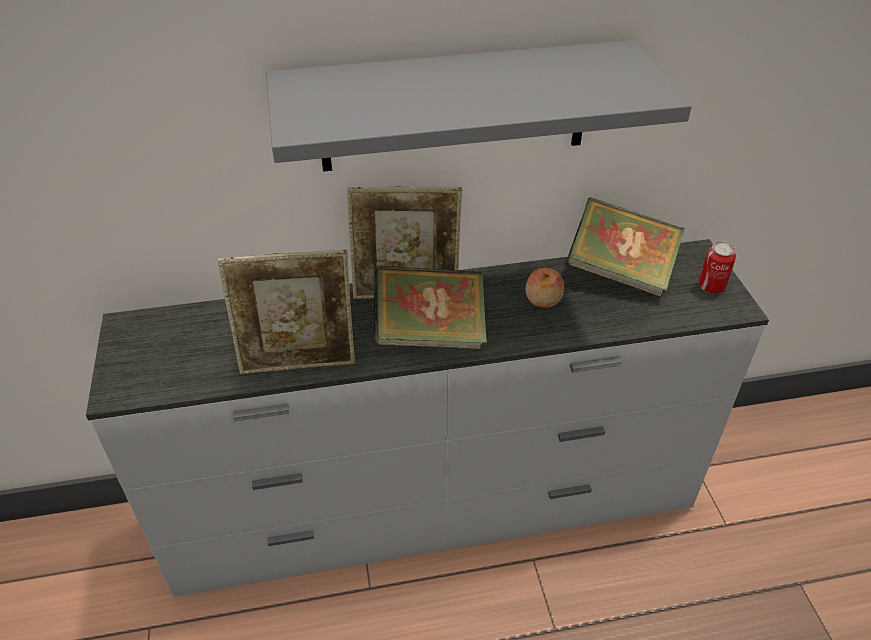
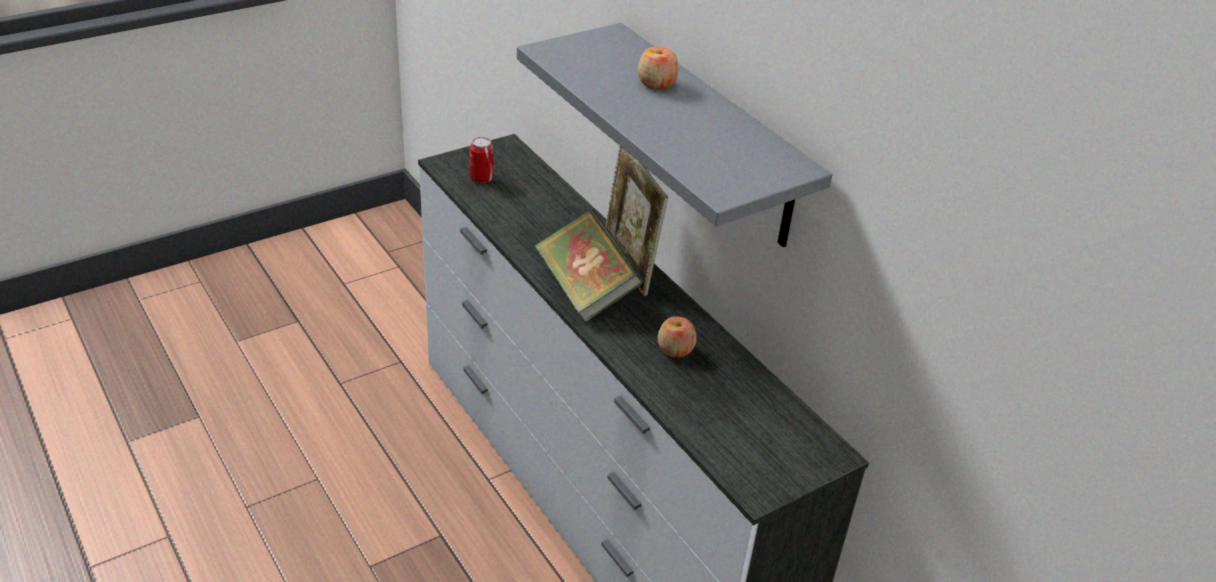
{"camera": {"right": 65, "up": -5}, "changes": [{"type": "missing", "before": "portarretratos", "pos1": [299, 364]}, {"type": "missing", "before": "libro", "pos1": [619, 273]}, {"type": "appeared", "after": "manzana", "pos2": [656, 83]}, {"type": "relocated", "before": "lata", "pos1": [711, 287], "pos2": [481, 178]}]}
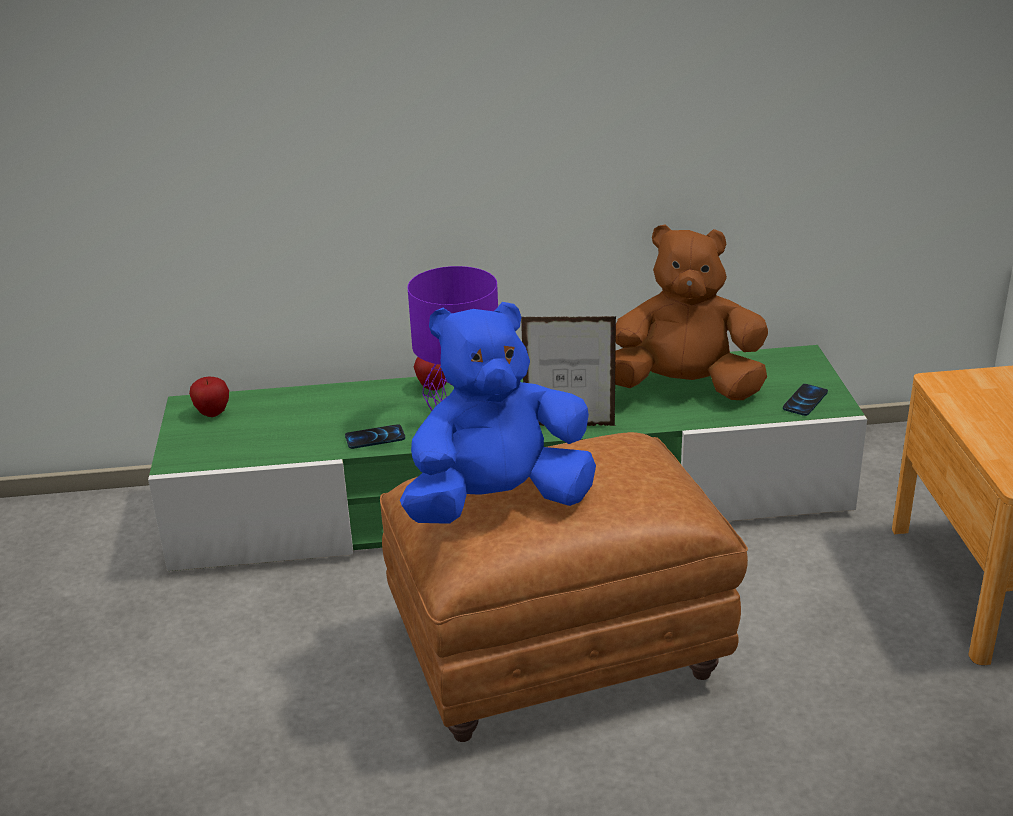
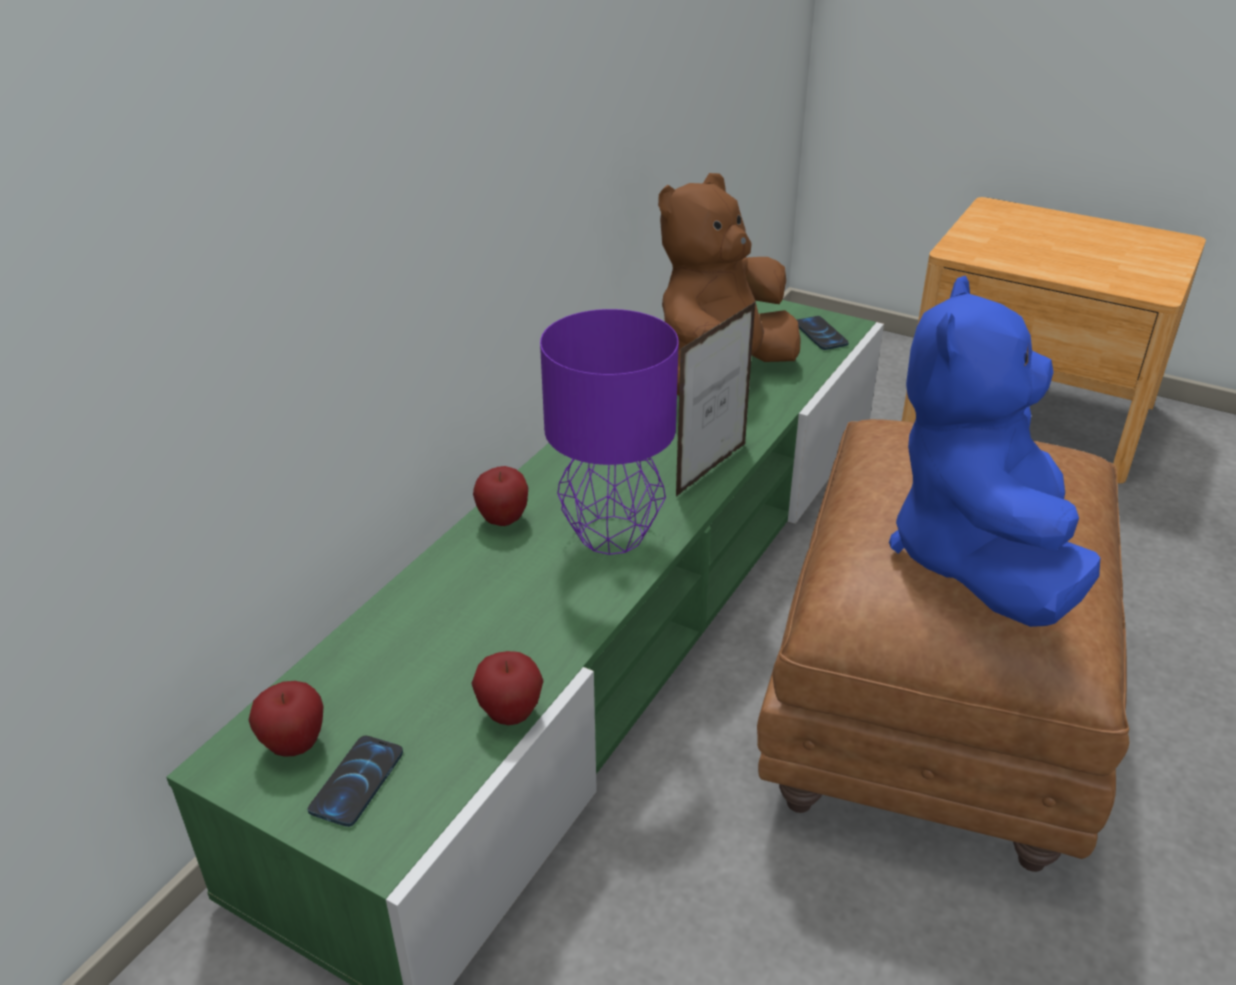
{"camera": {"right": -55, "up": 5}, "changes": [{"type": "appeared", "after": "manzana", "pos2": [510, 714]}, {"type": "relocated", "before": "móvil", "pos1": [375, 438], "pos2": [357, 781]}]}
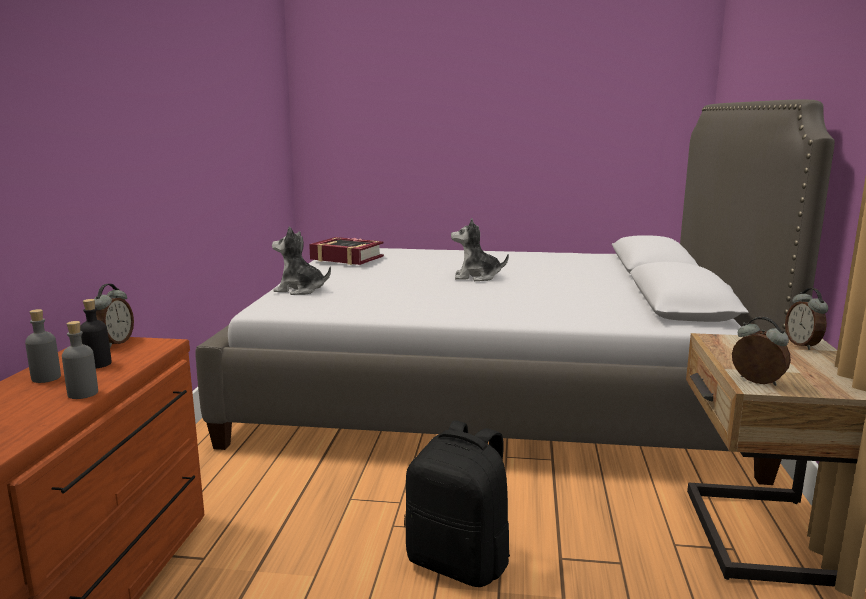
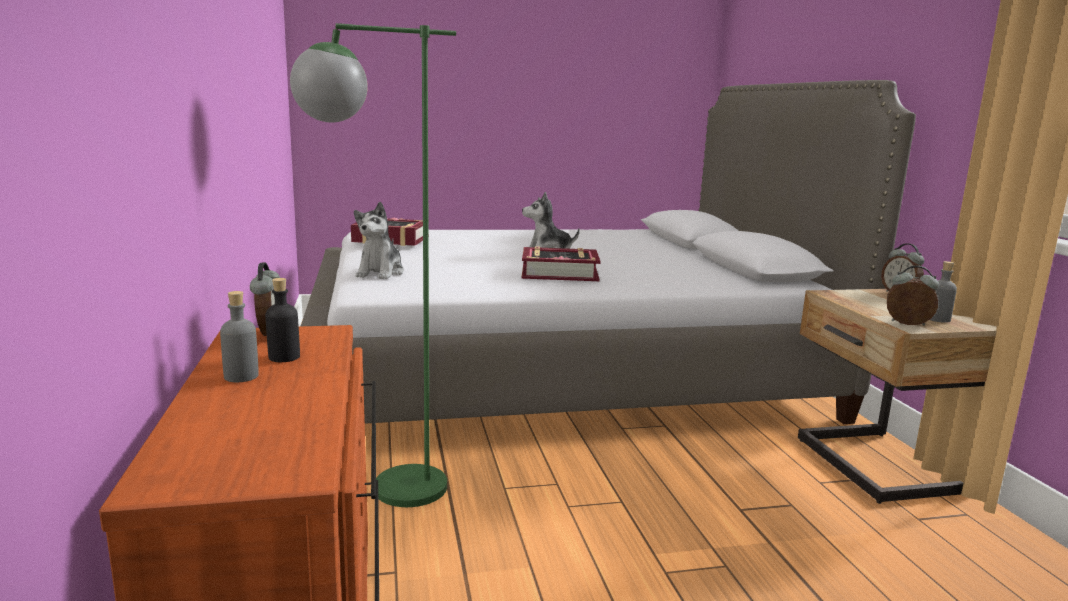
{"camera": {"right": -20, "up": 0}, "changes": [{"type": "missing", "before": "mochila [negro]", "pos1": [460, 562]}, {"type": "appeared", "after": "lámpara de pie [verde]", "pos2": [383, 491]}, {"type": "appeared", "after": "libro", "pos2": [559, 273]}, {"type": "relocated", "before": "botella [gris]", "pos1": [83, 393], "pos2": [938, 319]}, {"type": "spun", "before": "peluche", "pos1": [300, 290], "pos2": [381, 273], "turn": -75}]}
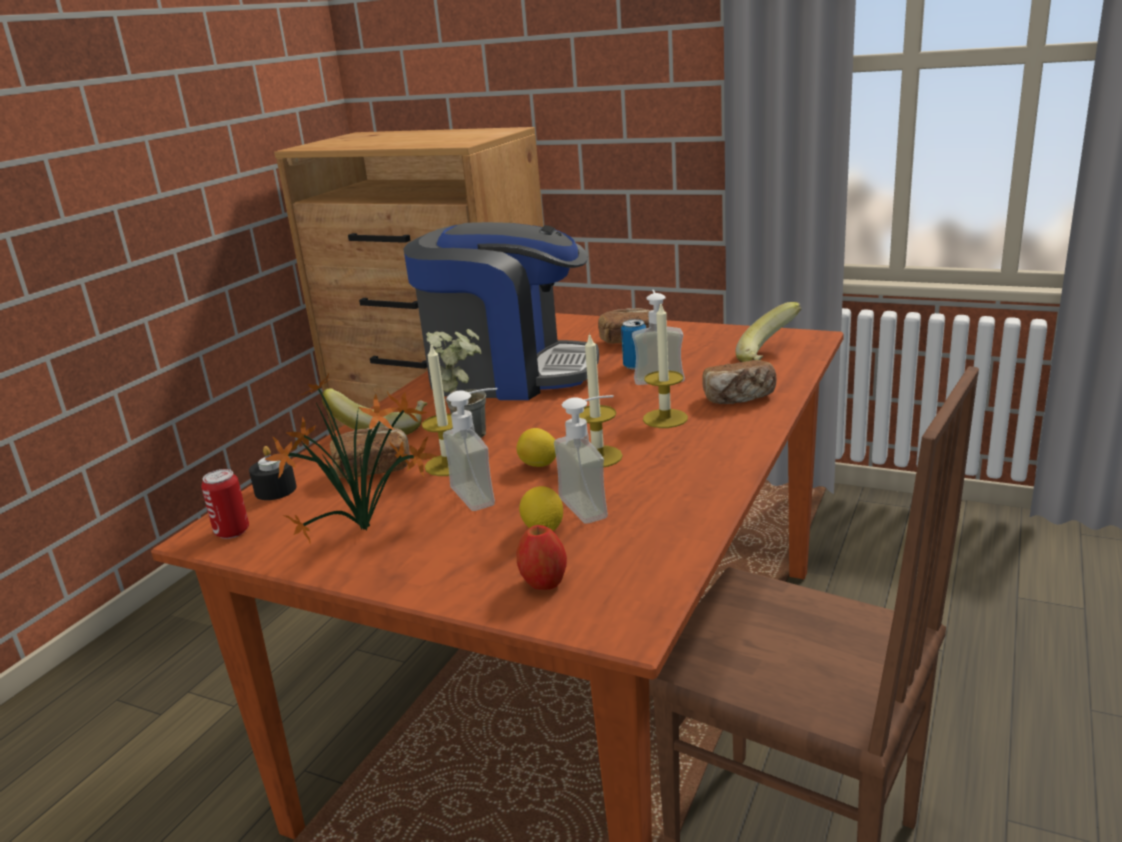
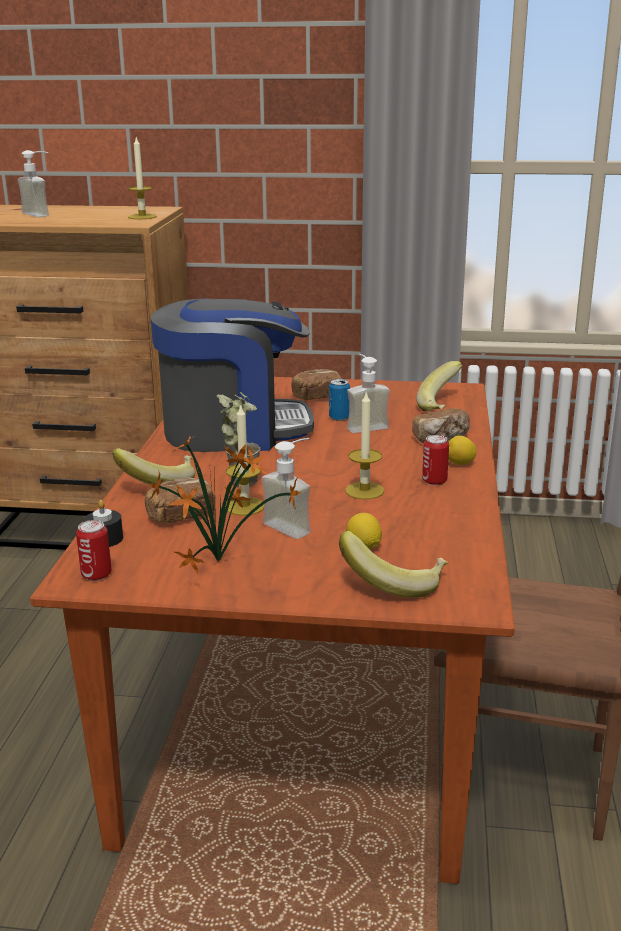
{"camera": {"right": -20, "up": 0}, "changes": [{"type": "appeared", "after": "lata", "pos2": [434, 481]}, {"type": "relocated", "before": "limón", "pos1": [539, 465], "pos2": [460, 464]}, {"type": "relocated", "before": "dispensador de jabón", "pos1": [595, 504], "pos2": [42, 214]}, {"type": "relocated", "before": "vela", "pos1": [665, 418], "pos2": [142, 217]}, {"type": "exchanged", "before": "manzana", "after": "plátano", "pos1": [543, 583], "pos2": [394, 583]}]}
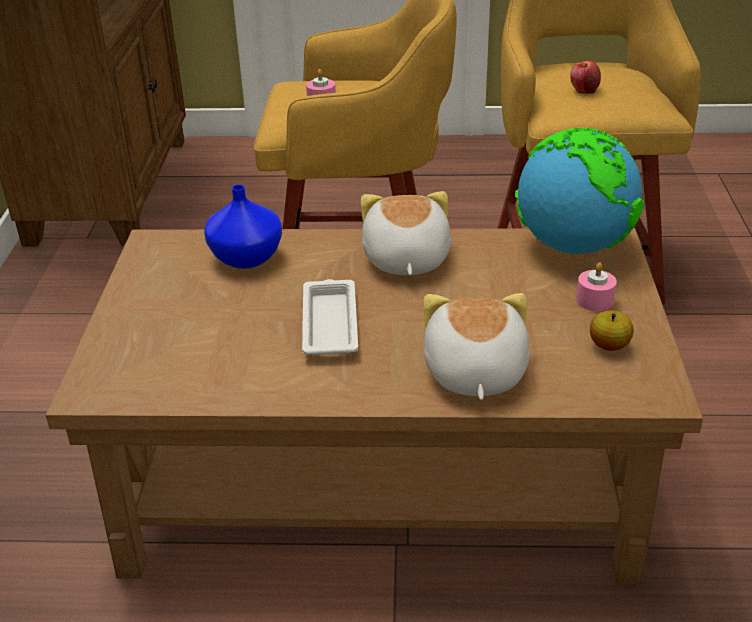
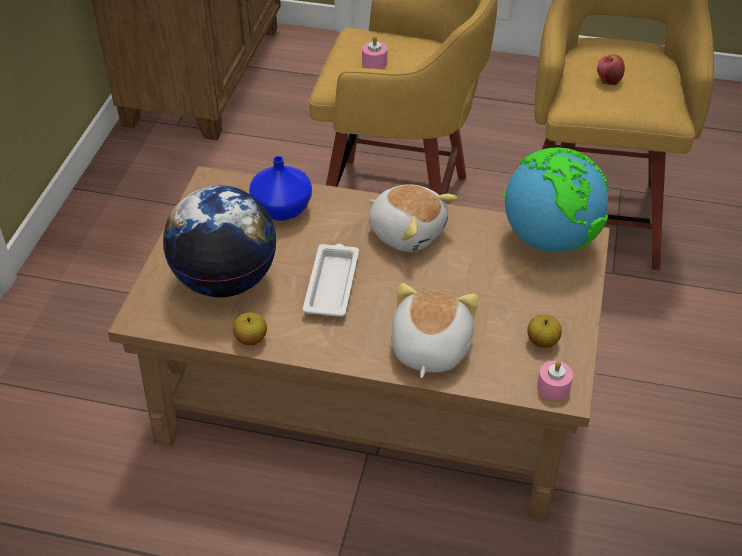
{"camera": {"right": 10, "up": 10}, "changes": [{"type": "appeared", "after": "globo terráqueo", "pos2": [225, 280]}, {"type": "appeared", "after": "manzana", "pos2": [251, 339]}, {"type": "relocated", "before": "vela [rosa]", "pos1": [594, 300], "pos2": [553, 387]}, {"type": "spun", "before": "peluche", "pos1": [405, 260], "pos2": [407, 231], "turn": 120}]}
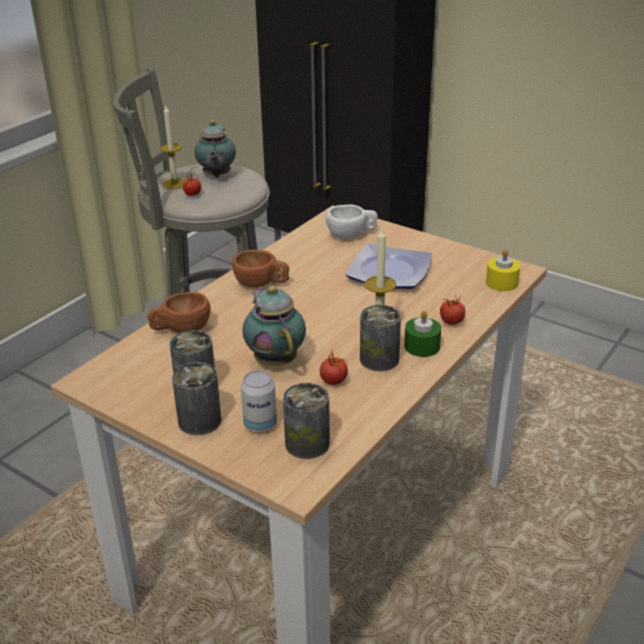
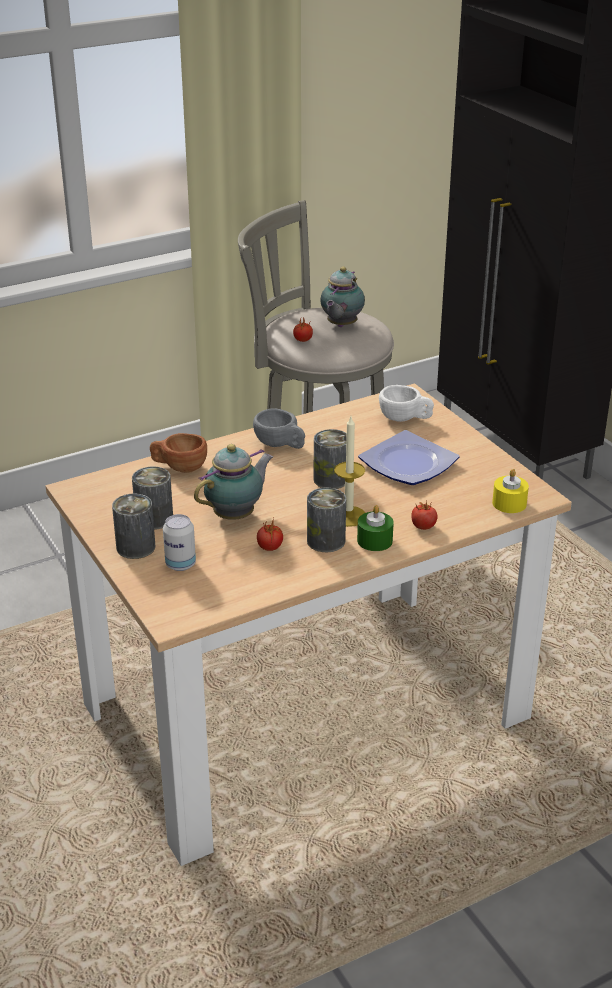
{"camera": {"right": 25, "up": 0}, "changes": [{"type": "missing", "before": "vela", "pos1": [174, 184]}, {"type": "relocated", "before": "lata", "pos1": [307, 443], "pos2": [331, 479]}, {"type": "colour", "before": "taza [marrón]", "after": "taza [gris]", "pos1": [261, 284], "pos2": [280, 445]}, {"type": "spun", "before": "tetera", "pos1": [275, 359], "pos2": [236, 515], "turn": 45}]}
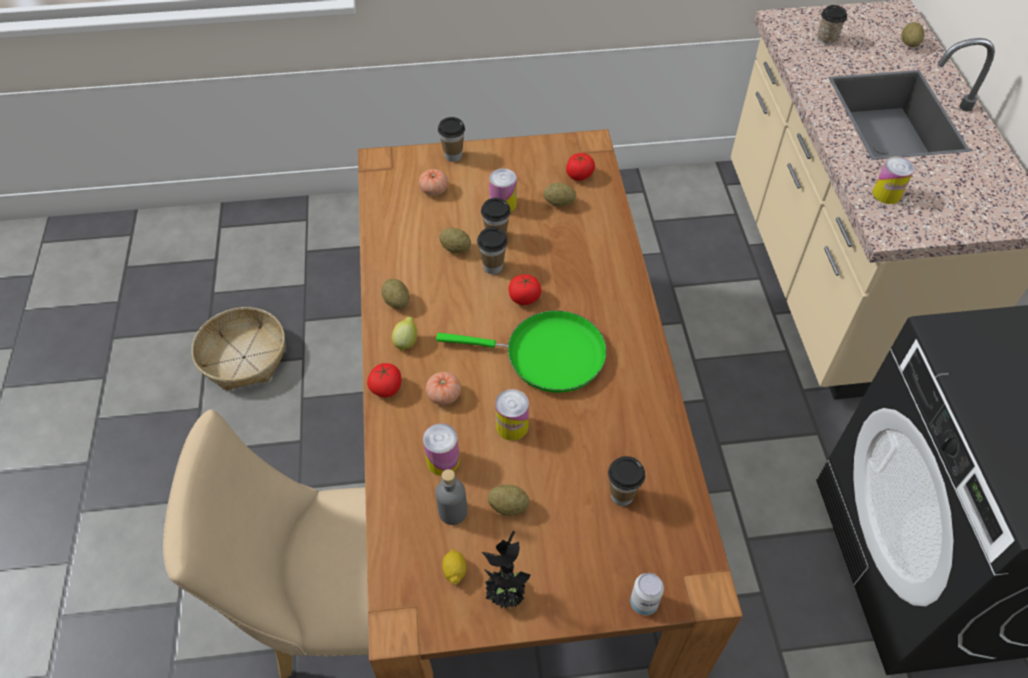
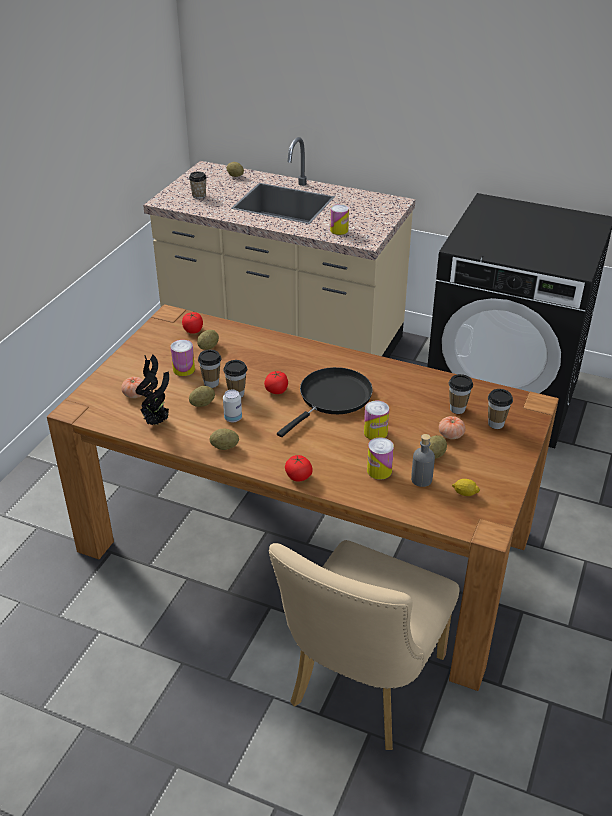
{"camera": {"right": -60, "up": -15}, "changes": [{"type": "missing", "before": "cesta", "pos1": [243, 357]}, {"type": "missing", "before": "limón", "pos1": [406, 342]}, {"type": "relocated", "before": "tomate", "pos1": [444, 395], "pos2": [451, 435]}, {"type": "relocated", "before": "taza", "pos1": [453, 156], "pos2": [496, 424]}, {"type": "relocated", "before": "planta en maceta", "pos1": [507, 595], "pos2": [157, 422]}, {"type": "relocated", "before": "lata", "pos1": [644, 603], "pos2": [233, 418]}, {"type": "colour", "before": "sartén [verde]", "after": "sartén [negro]", "pos1": [547, 355], "pos2": [332, 398]}]}
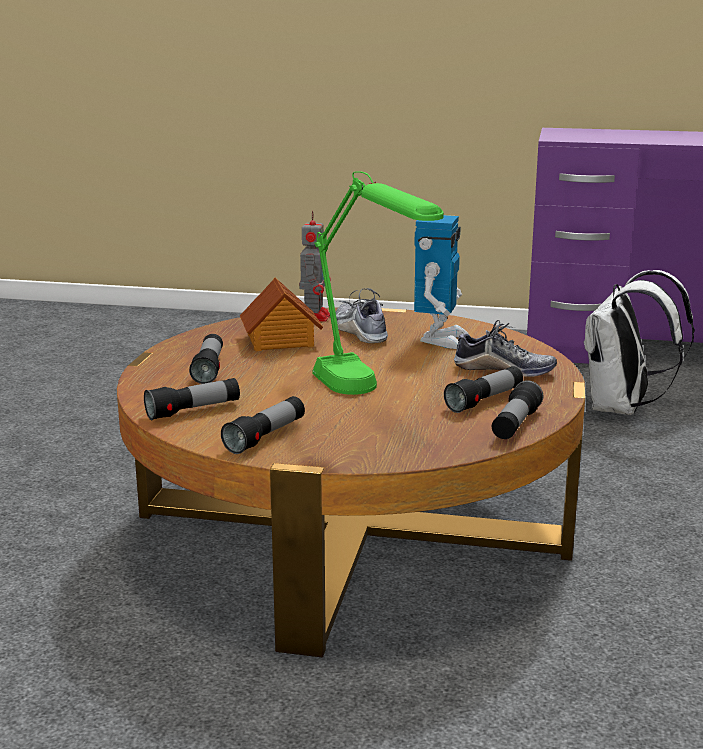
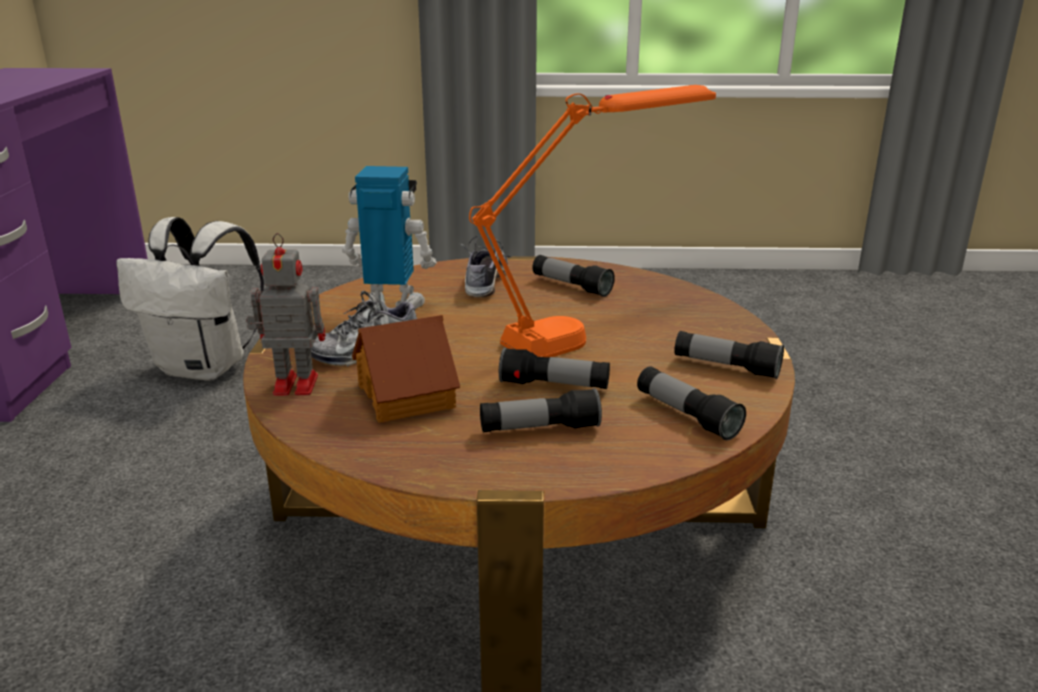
{"camera": {"right": -100, "up": 5}, "changes": [{"type": "relocated", "before": "linterna", "pos1": [515, 425], "pos2": [554, 385]}, {"type": "colour", "before": "lámpara de mesa [verde]", "after": "lámpara de mesa [naranja]", "pos1": [367, 398], "pos2": [591, 331]}]}
